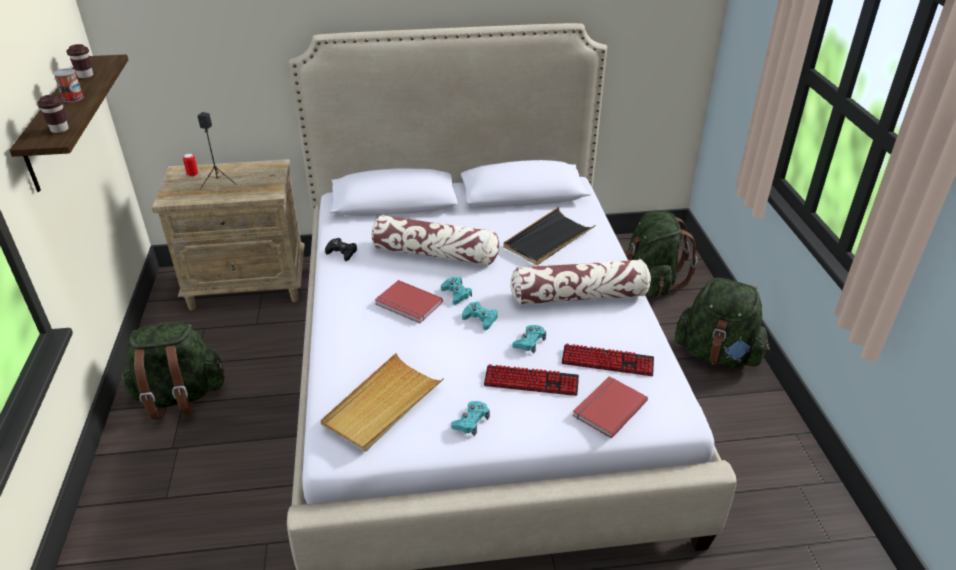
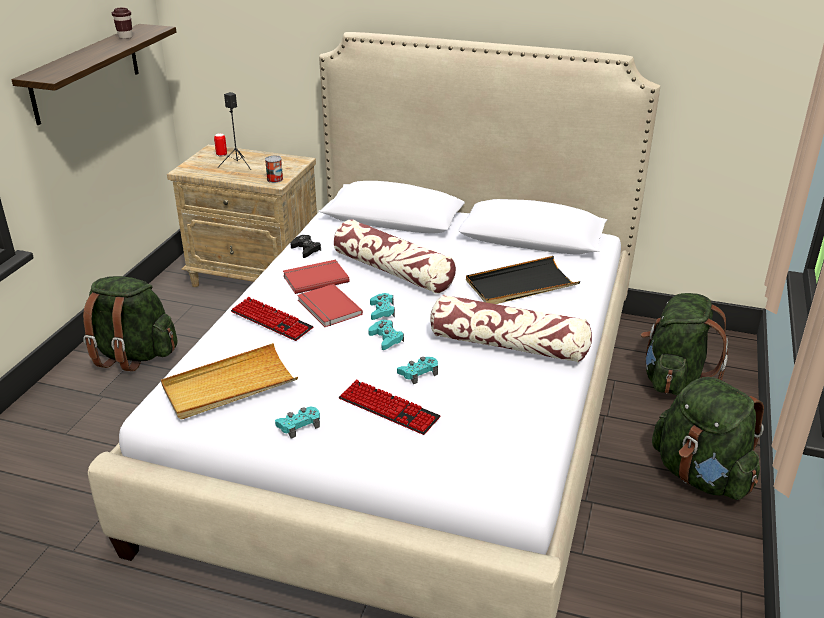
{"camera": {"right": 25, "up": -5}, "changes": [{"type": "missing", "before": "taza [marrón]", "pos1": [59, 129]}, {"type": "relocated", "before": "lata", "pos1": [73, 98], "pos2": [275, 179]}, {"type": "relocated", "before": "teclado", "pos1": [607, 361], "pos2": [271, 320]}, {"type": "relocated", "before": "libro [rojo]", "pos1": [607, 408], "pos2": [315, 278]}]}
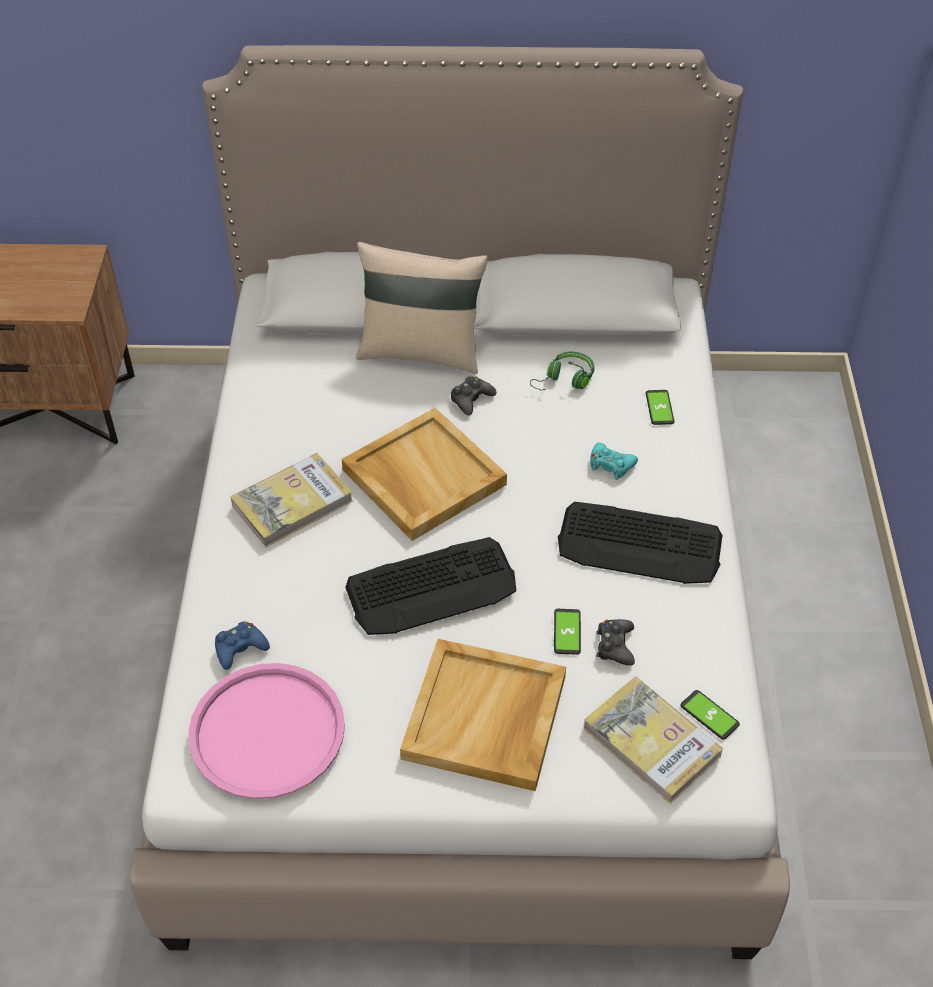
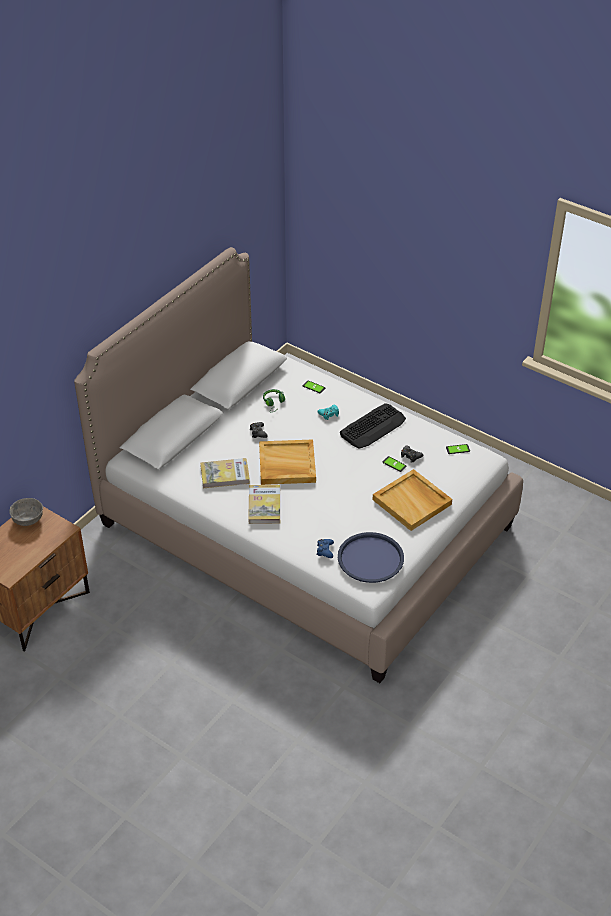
{"camera": {"right": -55, "up": -5}, "changes": [{"type": "missing", "before": "teclado", "pos1": [432, 588]}, {"type": "missing", "before": "cojín [beis]", "pos1": [421, 351]}, {"type": "appeared", "after": "cuenco [gris]", "pos2": [27, 520]}, {"type": "relocated", "before": "libro", "pos1": [651, 742], "pos2": [225, 475]}, {"type": "colour", "before": "bandeja [rosa]", "after": "bandeja [azul]", "pos1": [267, 731], "pos2": [370, 558]}]}
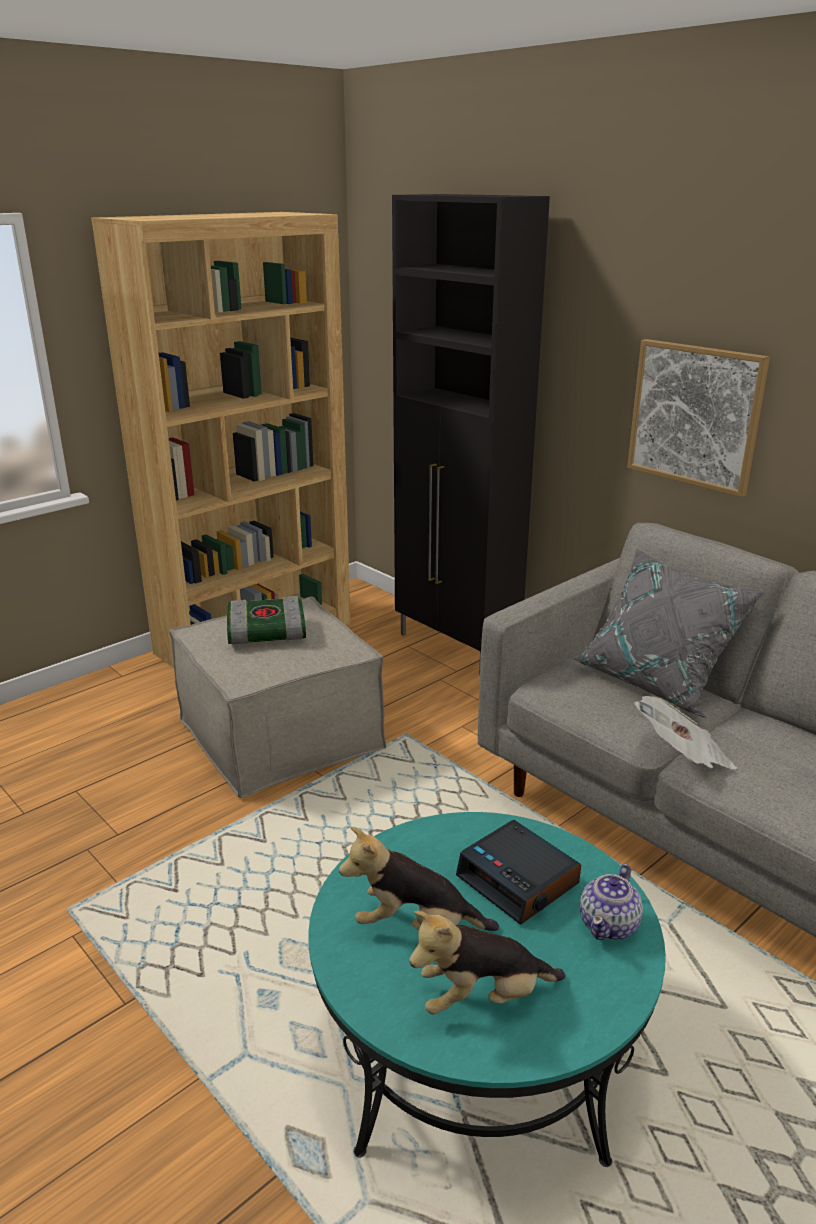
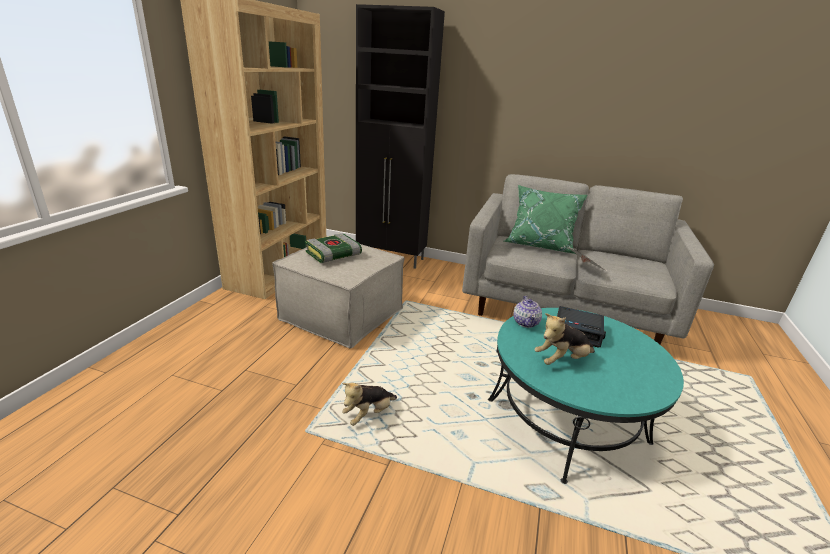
{"camera": {"right": -30, "up": 0}, "changes": [{"type": "missing", "before": "cuadro", "pos1": [695, 415]}, {"type": "relocated", "before": "peluche", "pos1": [482, 997], "pos2": [368, 414]}, {"type": "relocated", "before": "tetera", "pos1": [609, 924], "pos2": [526, 322]}, {"type": "colour", "before": "cojín [gris]", "after": "cojín [verde]", "pos1": [657, 681], "pos2": [540, 245]}]}
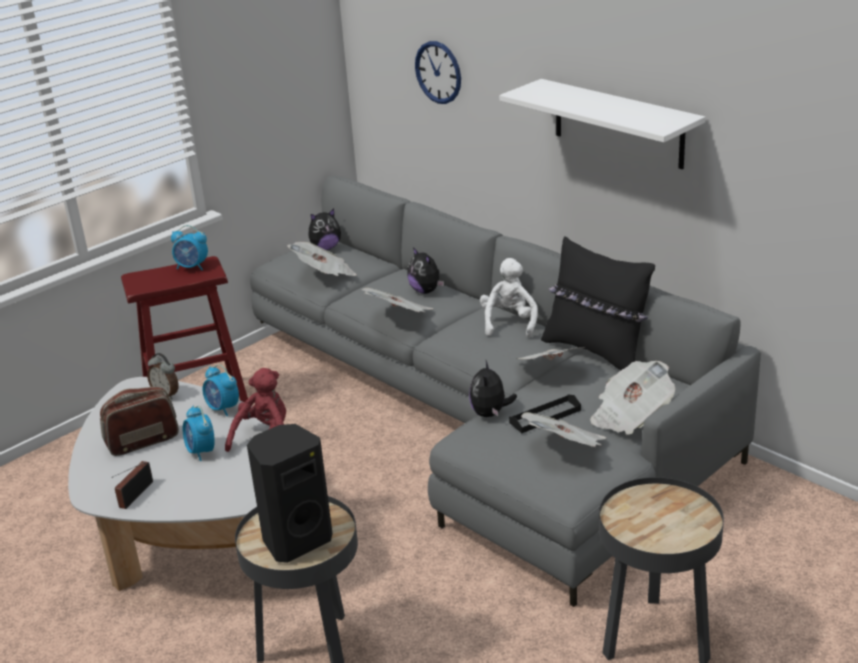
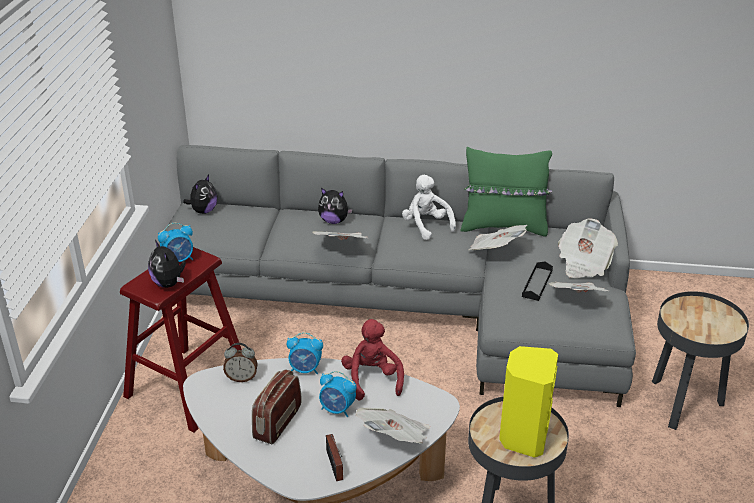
{"camera": {"right": -40, "up": 5}, "changes": [{"type": "missing", "before": "reloj de pared", "pos1": [438, 72]}, {"type": "missing", "before": "estante [blanco]", "pos1": [618, 124]}, {"type": "relocated", "before": "periódico", "pos1": [325, 275], "pos2": [395, 439]}, {"type": "relocated", "before": "peluche", "pos1": [490, 414], "pos2": [169, 283]}, {"type": "colour", "before": "altavoz [negro]", "after": "altavoz [amarillo]", "pos1": [295, 540], "pos2": [523, 437]}, {"type": "colour", "before": "cojín [negro]", "after": "cojín [verde]", "pos1": [596, 351], "pos2": [504, 226]}]}
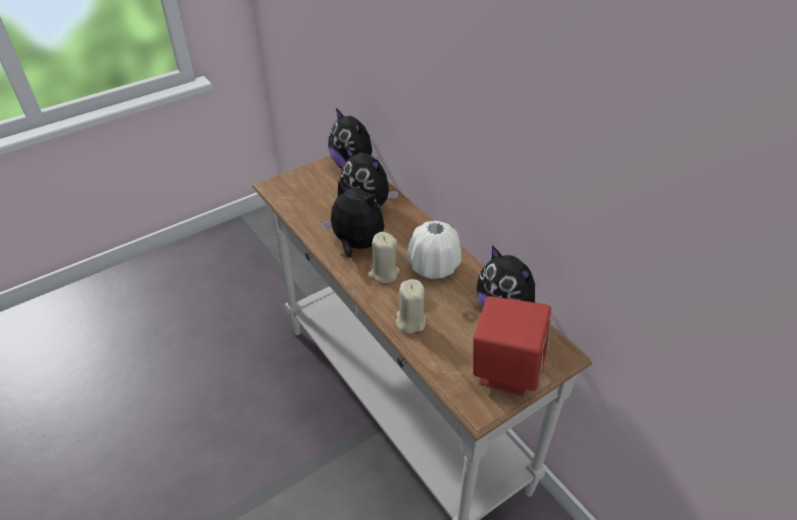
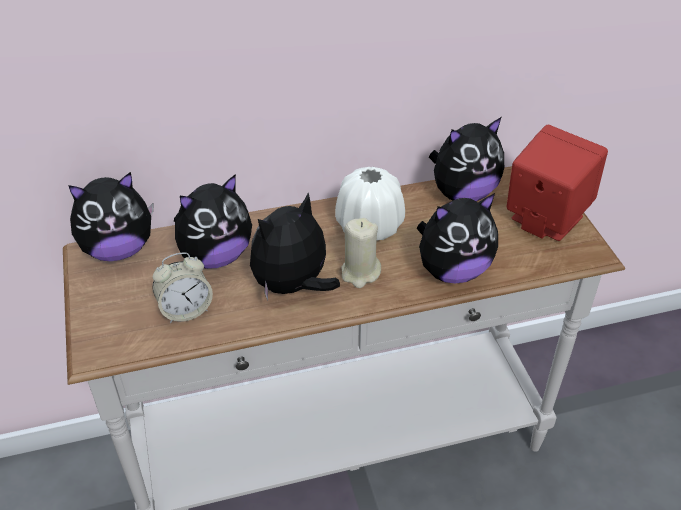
{"camera": {"right": -70, "up": 0}, "changes": [{"type": "appeared", "after": "despertador", "pos2": [186, 310]}, {"type": "exchanged", "before": "vela [beis]", "after": "peluche", "pos1": [410, 321], "pos2": [452, 270]}]}
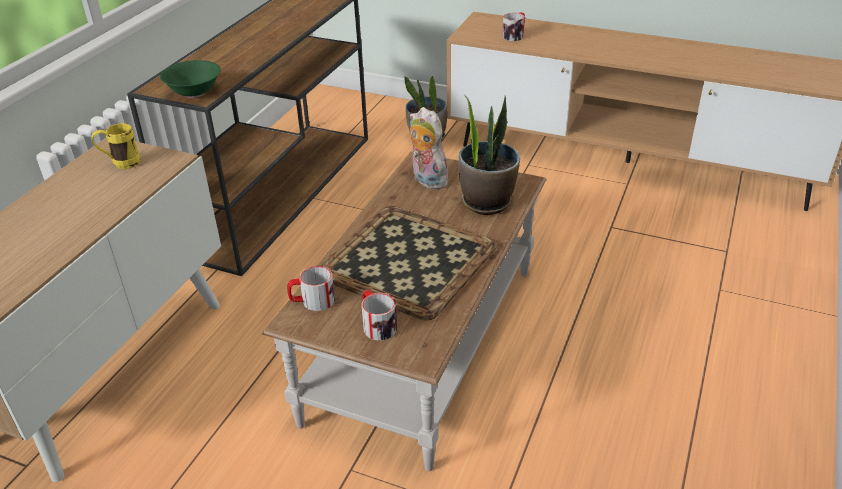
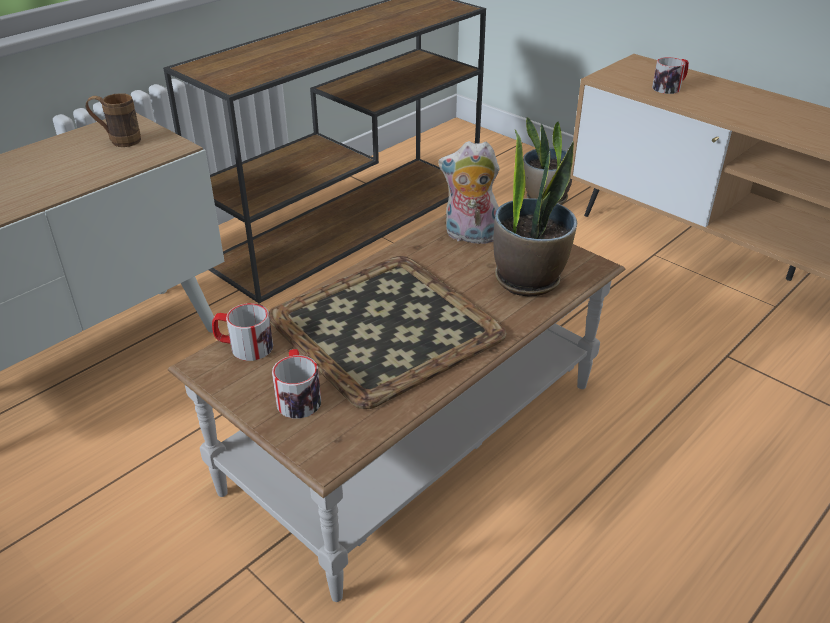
{"camera": {"right": 20, "up": 0}, "changes": [{"type": "missing", "before": "cuenco [verde]", "pos1": [194, 93]}, {"type": "colour", "before": "taza grande [amarillo]", "after": "taza grande [marrón]", "pos1": [121, 164], "pos2": [118, 141]}, {"type": "spun", "before": "peluche", "pos1": [426, 180], "pos2": [469, 236], "turn": -60}]}
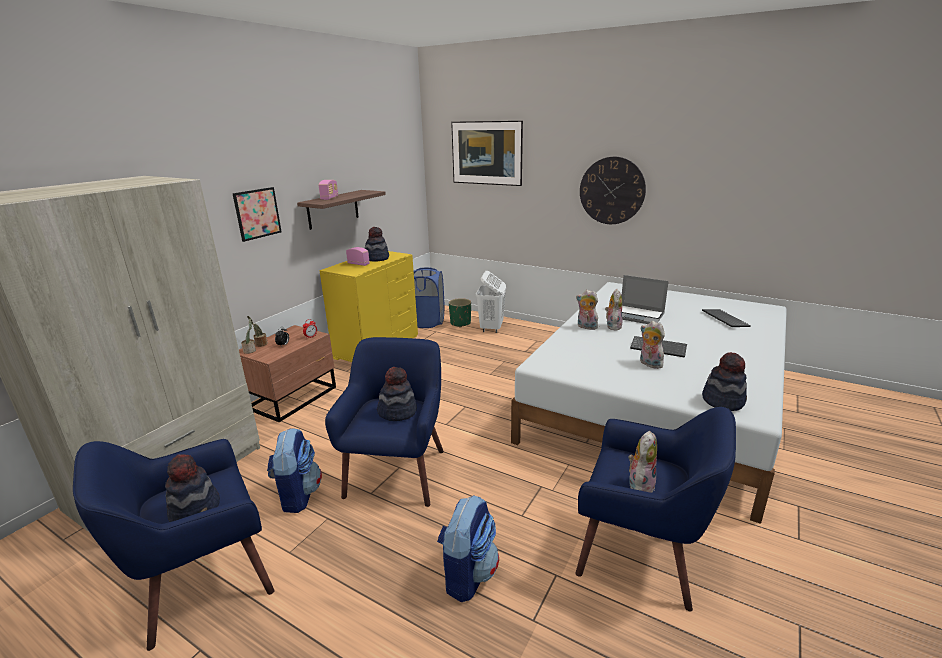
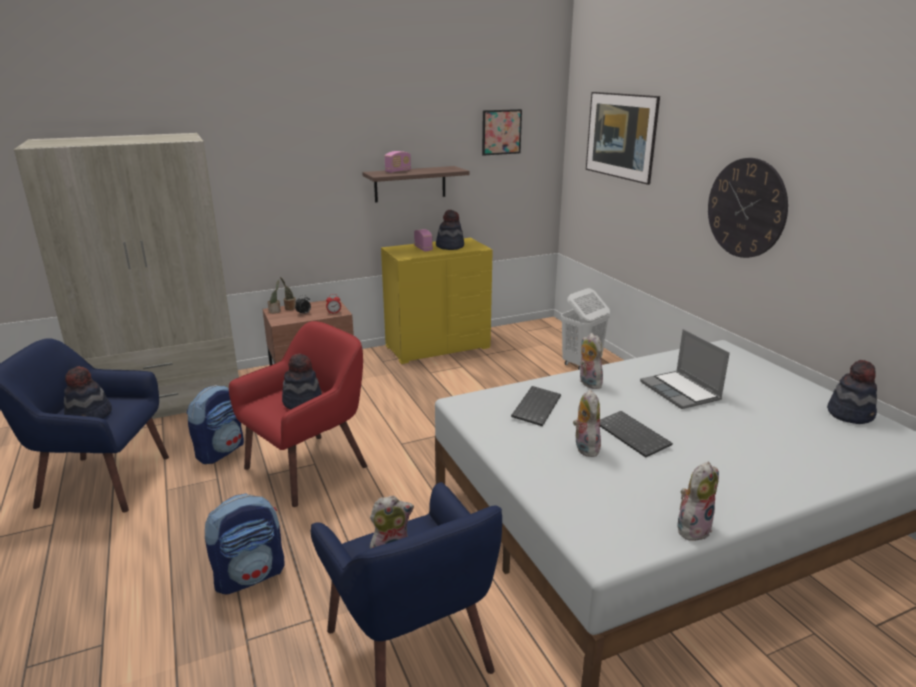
{"camera": {"right": 35, "up": 0}, "changes": [{"type": "missing", "before": "cesto de la ropa [azul]", "pos1": [426, 322]}, {"type": "missing", "before": "maceta [verde]", "pos1": [460, 323]}, {"type": "relocated", "before": "cuadro", "pos1": [257, 213], "pos2": [501, 132]}, {"type": "relocated", "before": "peluche", "pos1": [612, 326], "pos2": [692, 528]}, {"type": "relocated", "before": "teclado", "pos1": [723, 319], "pos2": [535, 406]}, {"type": "relocated", "before": "sombrero", "pos1": [723, 401], "pos2": [850, 414]}, {"type": "colour", "before": "sillón [azul]", "after": "sillón [rojo]", "pos1": [397, 472], "pos2": [308, 467]}]}
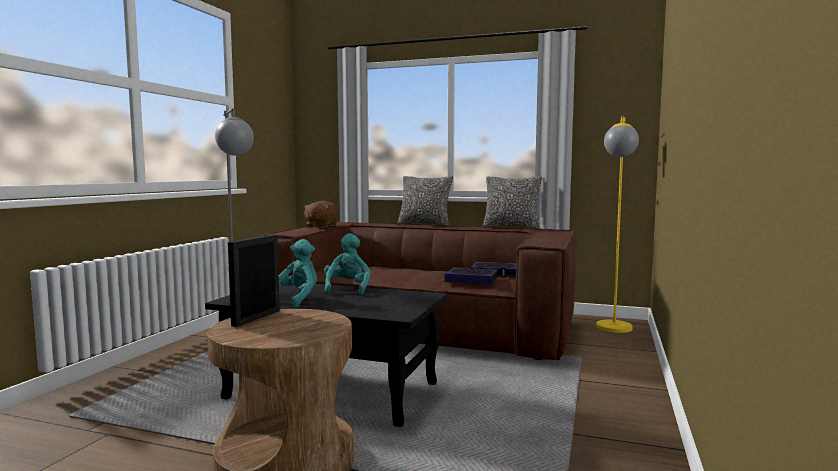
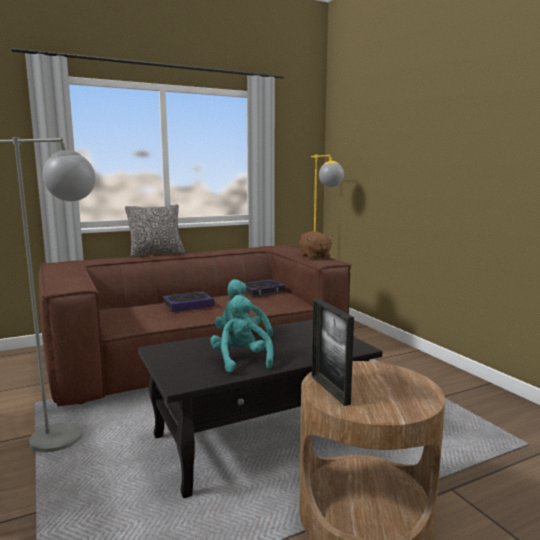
{"camera": {"right": -45, "up": 5}, "changes": [{"type": "missing", "before": "cojín", "pos1": [511, 227]}, {"type": "relocated", "before": "peluche [marrón]", "pos1": [321, 226], "pos2": [314, 256]}, {"type": "relocated", "before": "libro", "pos1": [471, 280], "pos2": [188, 305]}]}
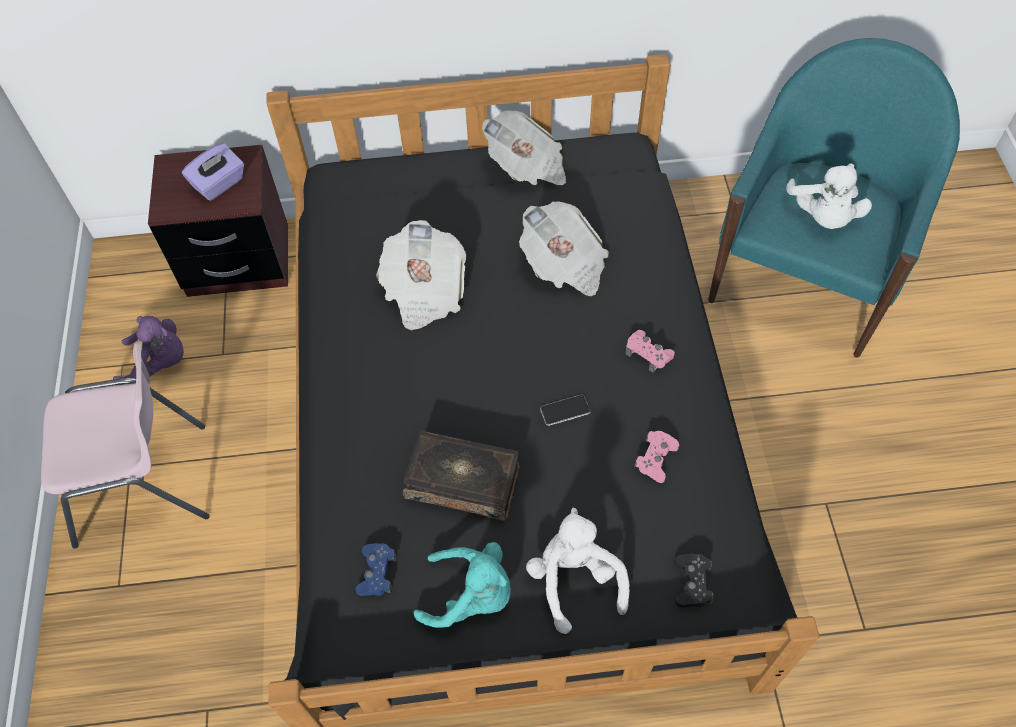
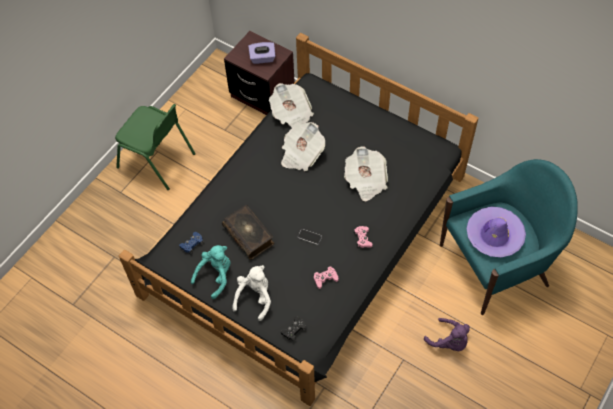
{"camera": {"right": 40, "up": 0}, "changes": [{"type": "relocated", "before": "peluche [morado]", "pos1": [159, 363], "pos2": [449, 341]}, {"type": "relocated", "before": "periódico", "pos1": [527, 166], "pos2": [291, 114]}, {"type": "exchanged", "before": "peluche [blanco]", "after": "sombrero [morado]", "pos1": [822, 217], "pos2": [494, 235]}, {"type": "colour", "before": "silla [rosa]", "after": "silla [verde]", "pos1": [144, 483], "pos2": [157, 161]}, {"type": "spun", "before": "peluche [turquesa]", "pos1": [471, 596], "pos2": [215, 276], "turn": -105}]}
